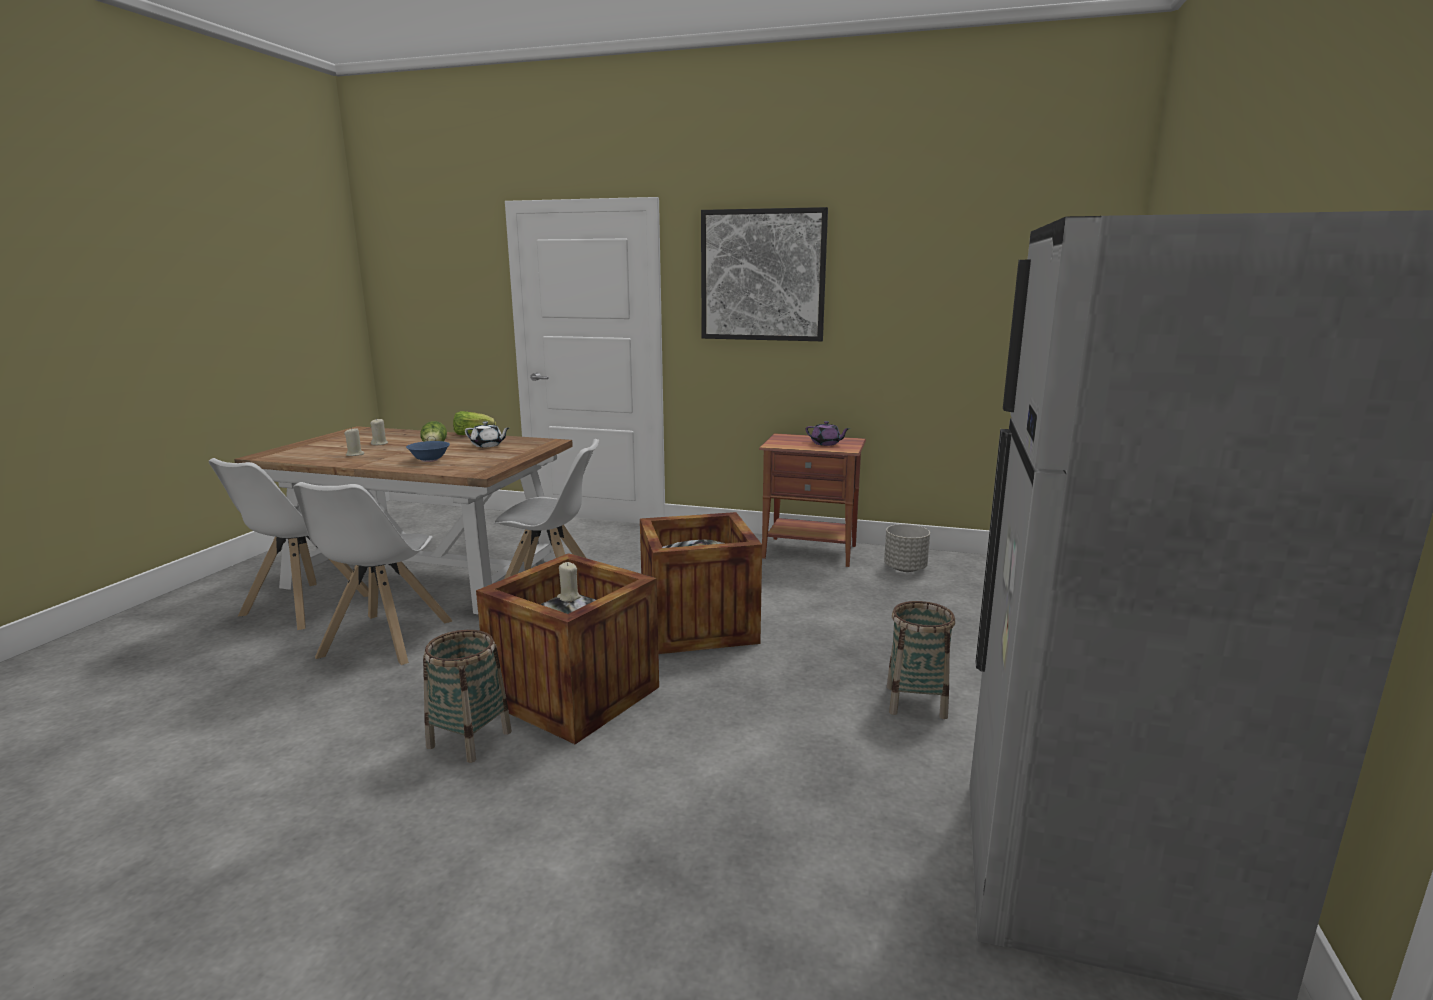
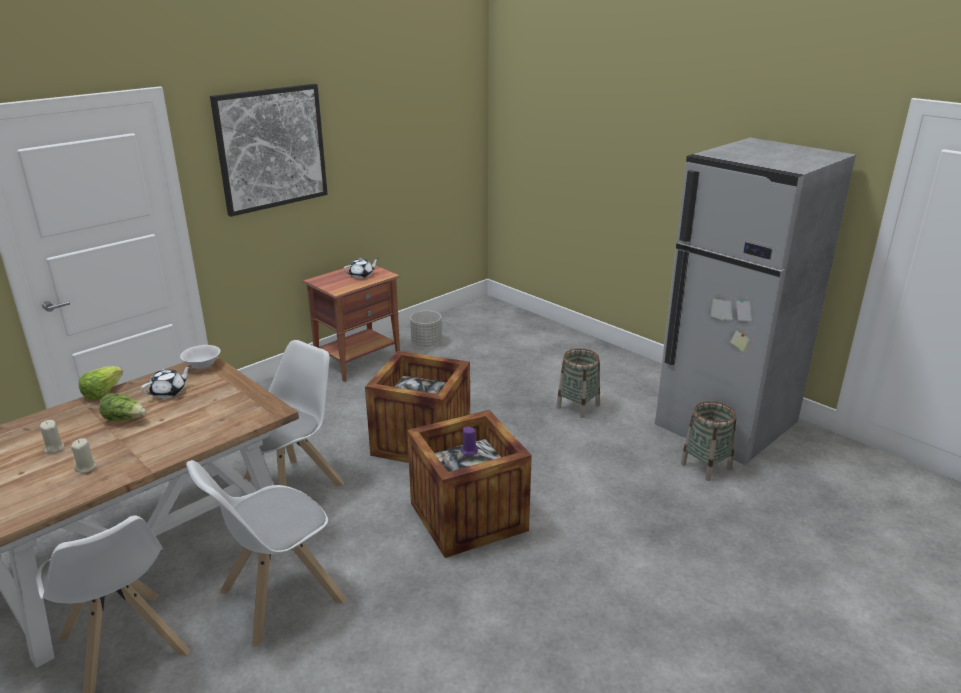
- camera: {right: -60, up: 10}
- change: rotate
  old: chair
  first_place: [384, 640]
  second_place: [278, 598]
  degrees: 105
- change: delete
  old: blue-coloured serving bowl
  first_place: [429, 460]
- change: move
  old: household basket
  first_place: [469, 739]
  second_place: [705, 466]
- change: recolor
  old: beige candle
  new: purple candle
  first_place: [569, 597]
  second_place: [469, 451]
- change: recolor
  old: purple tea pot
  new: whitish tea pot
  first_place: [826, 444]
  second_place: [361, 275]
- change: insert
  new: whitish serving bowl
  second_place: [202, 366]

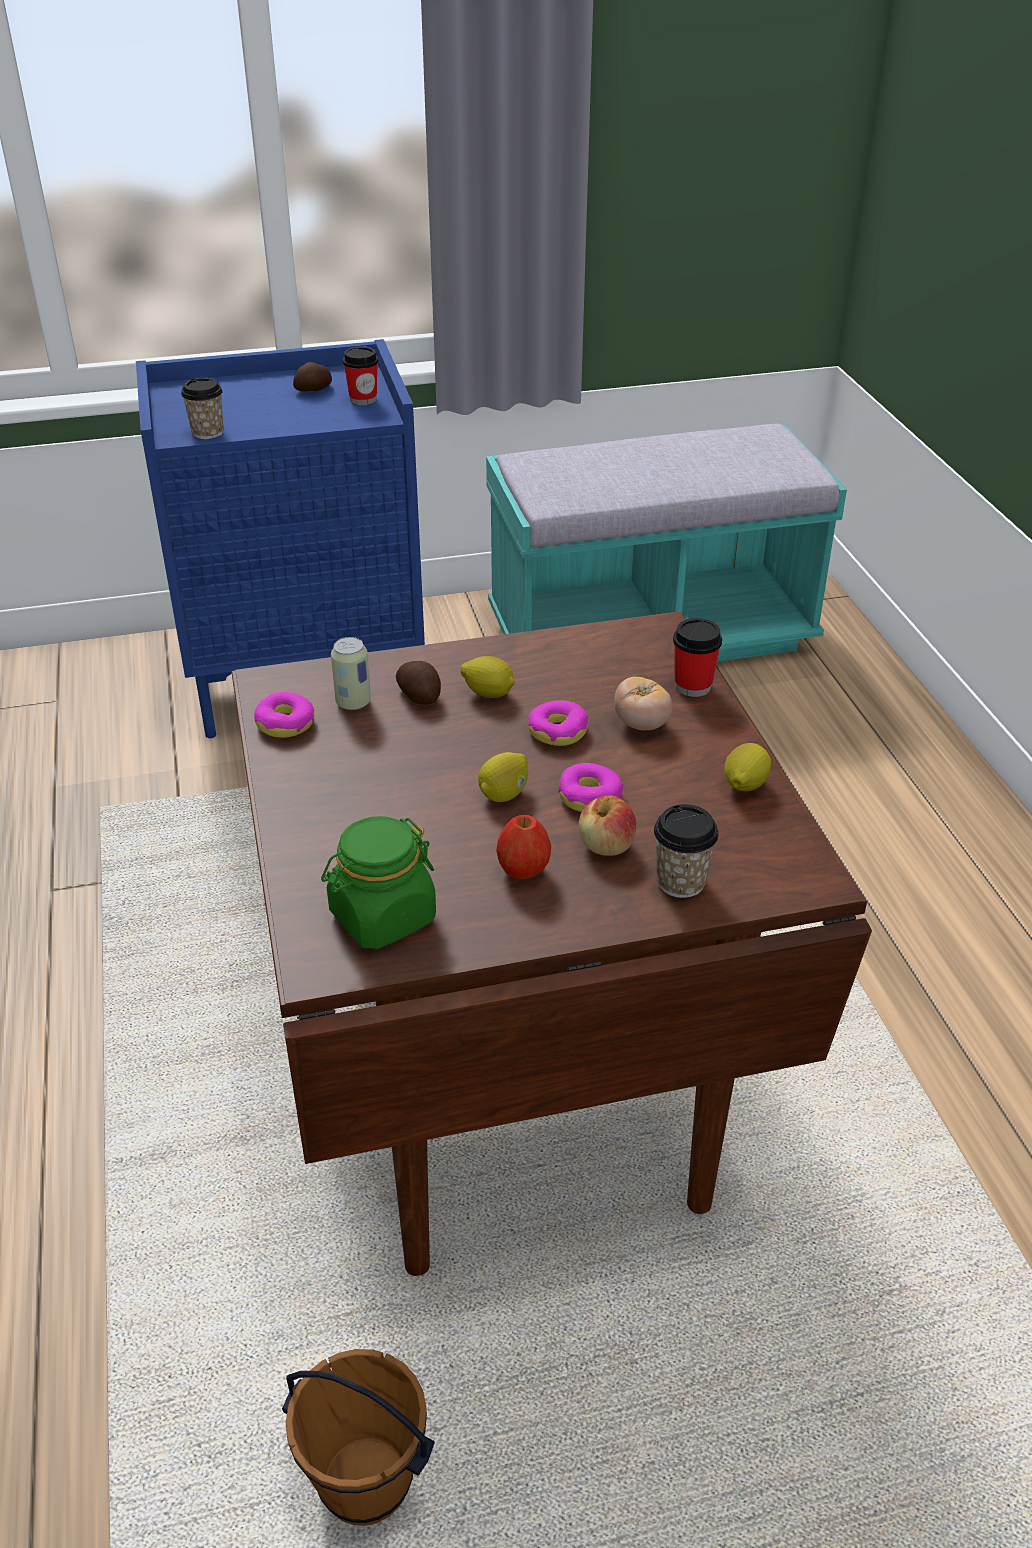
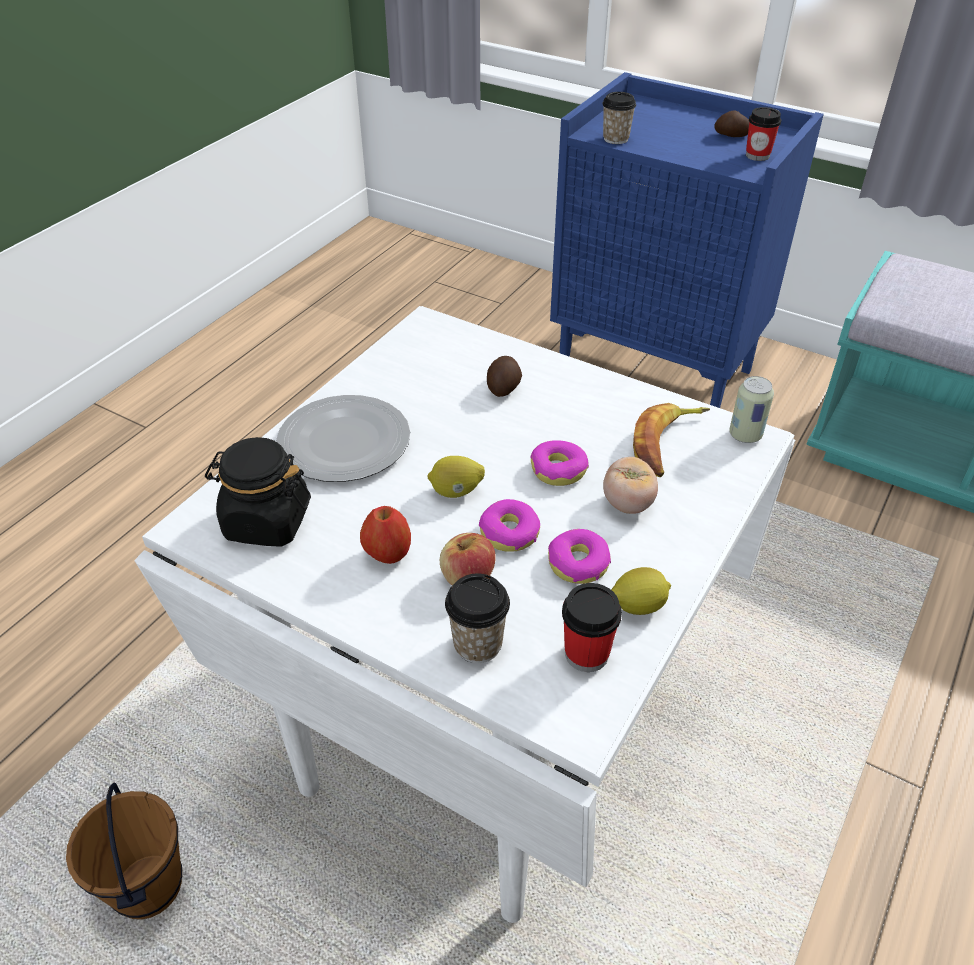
- camera: {right: 45, up: 5}
- change: recolor
  old: brownish dining table
  new: whitish dining table
  first_place: [512, 1090]
  second_place: [484, 727]
- change: move
  old: donut
  first_place: [285, 723]
  second_place: [578, 564]
- change: recolor
  old: green preserve jar
  new: black preserve jar
  first_place: [382, 917]
  second_place: [266, 522]
- change: move
  old: can
  first_place: [353, 702]
  second_place: [745, 435]
- change: delete
  old: citrus fruit
  first_place: [488, 693]
- change: move
  old: drinking cup
  first_place: [693, 686]
  second_place: [586, 654]
- change: insert
  new: dinner plate
  second_place: [345, 443]
- change: insert
  new: banana fruit
  second_place: [667, 444]

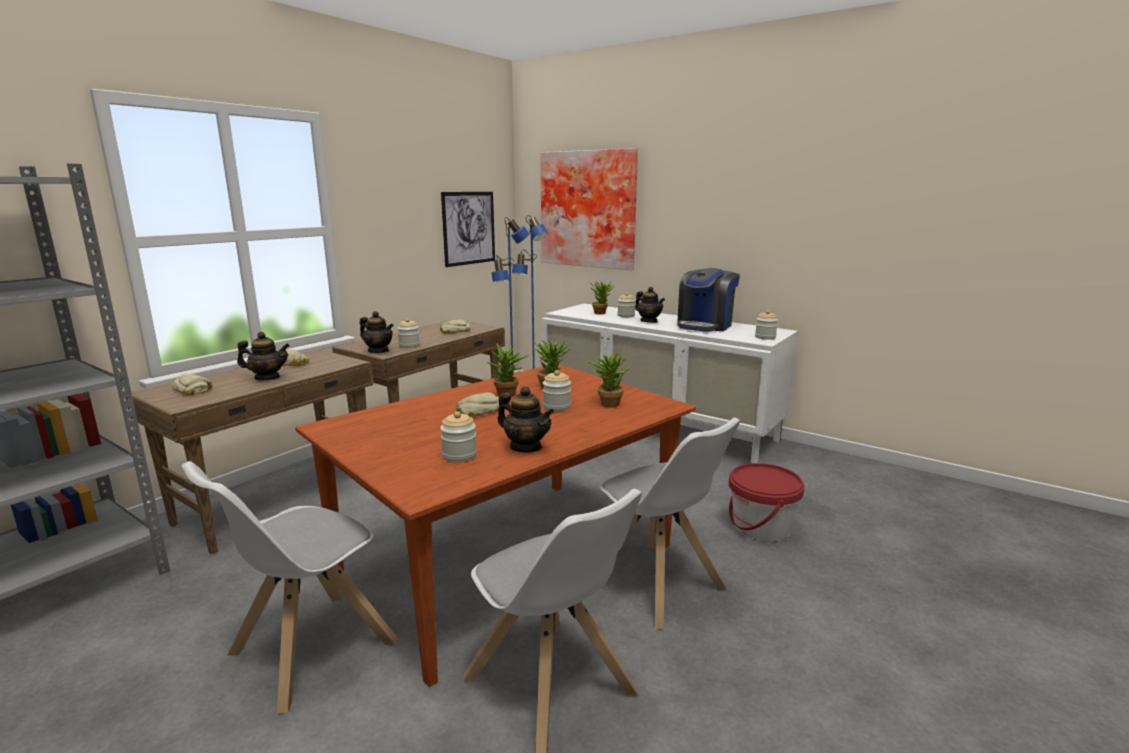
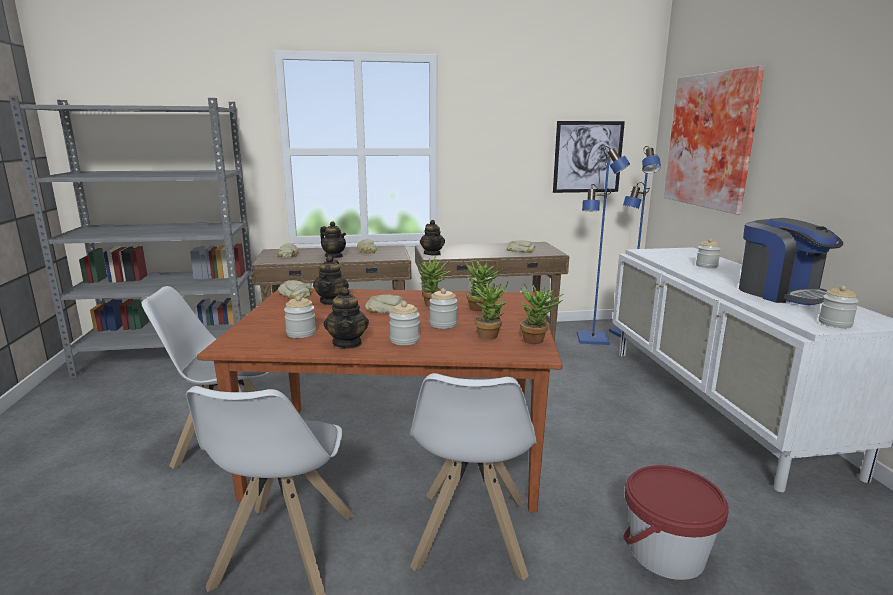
- camera: {right: 45, up: 0}
- change: move
  old: preserve jar
  first_place: [409, 345]
  second_place: [404, 340]
- change: move
  old: plant in a pot
  first_place: [601, 313]
  second_place: [537, 340]
- change: move
  old: tea pot
  first_place: [649, 321]
  second_place: [332, 301]
- change: rotate
  old: coffee maker
  first_place: [705, 325]
  second_place: [781, 293]
  degrees: -105
- change: insert
  new: baked bread
  second_place: [295, 294]

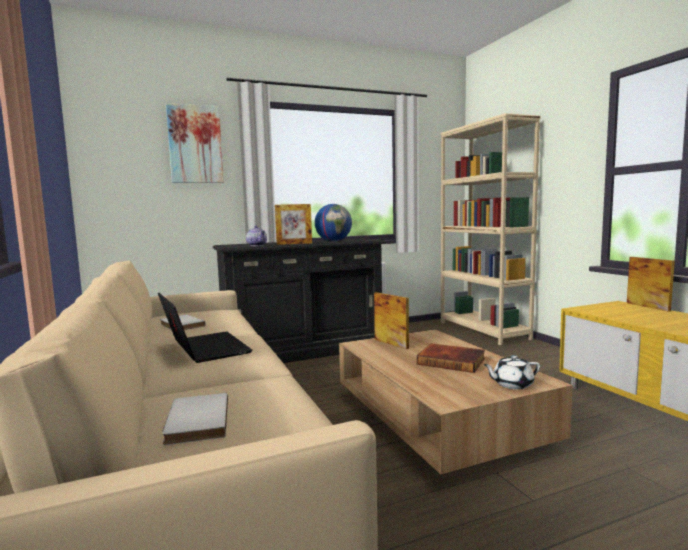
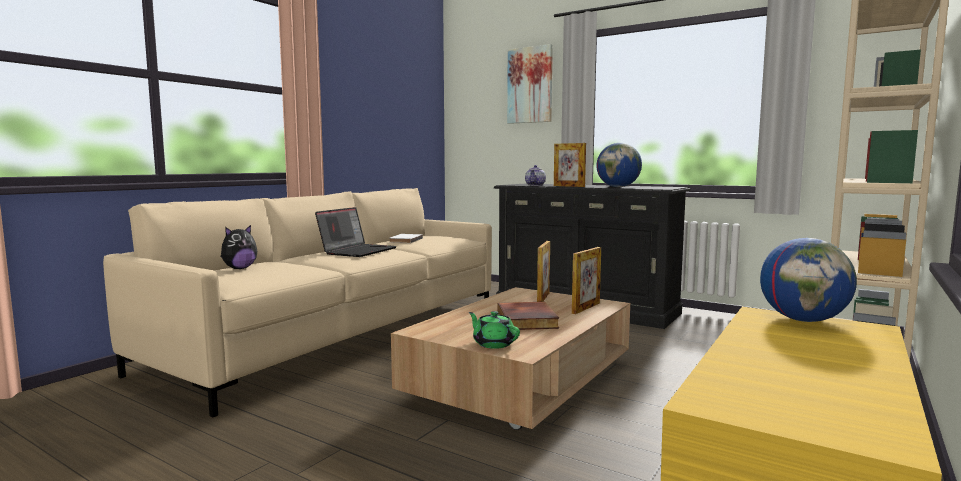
- camera: {right: 55, up: 0}
- change: replace
  old: whitish volume
  new: soft toy
  first_place: [195, 421]
  second_place: [239, 268]
- change: recolor
  old: whitish tea pot
  new: green tea pot
  first_place: [512, 384]
  second_place: [493, 344]
- change: move
  old: photo frame
  first_place: [647, 306]
  second_place: [586, 308]
- change: insert
  new: world globe
  second_place: [803, 320]

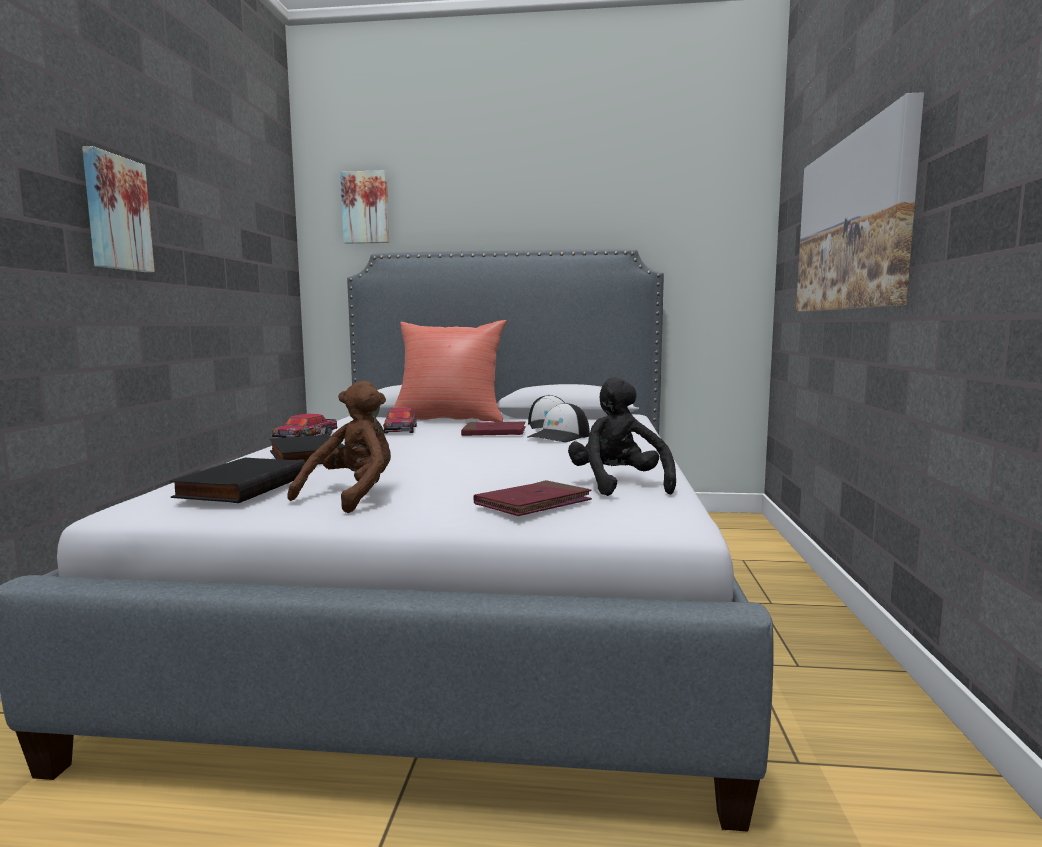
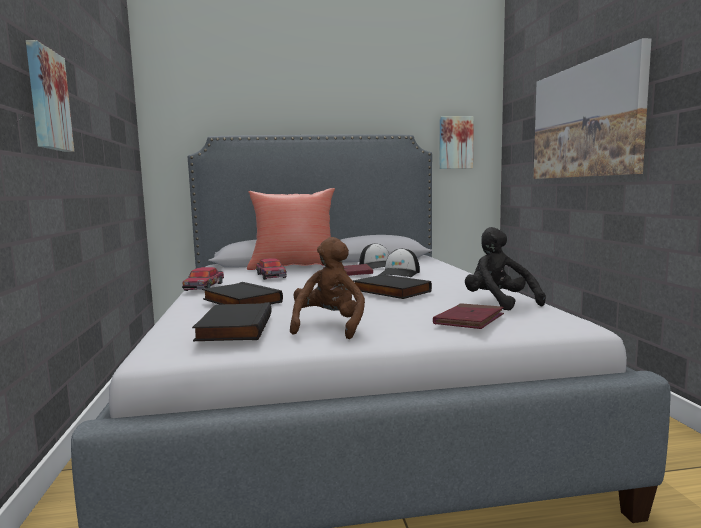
- camera: {right: -15, up: 0}
- change: move
  old: wall art
  first_place: [366, 208]
  second_place: [455, 143]
- change: insert
  new: black volume
  second_place: [389, 291]

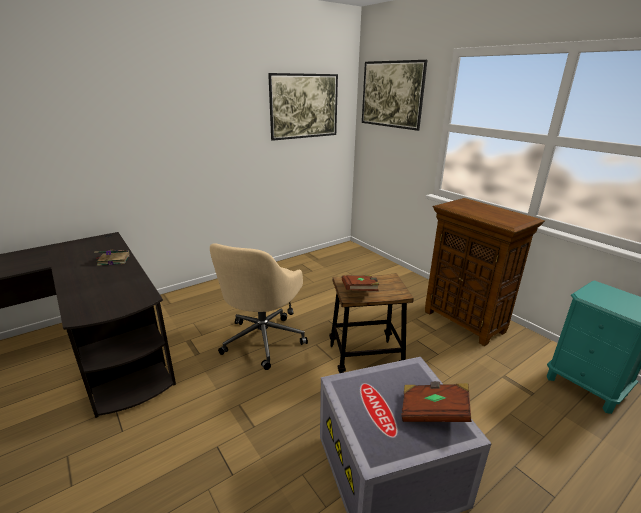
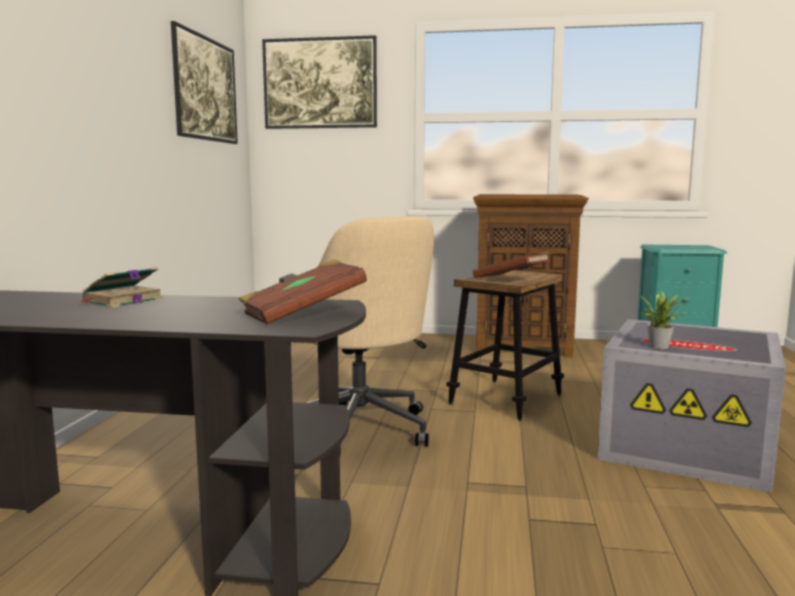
- camera: {right: -45, up: -15}
- change: move
  old: brownish volume
  first_place: [433, 412]
  second_place: [302, 314]
- change: insert
  new: plant in a pot
  second_place: [661, 346]

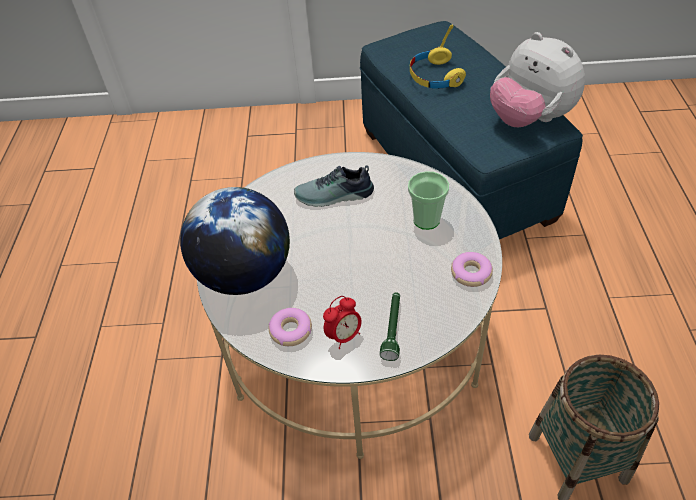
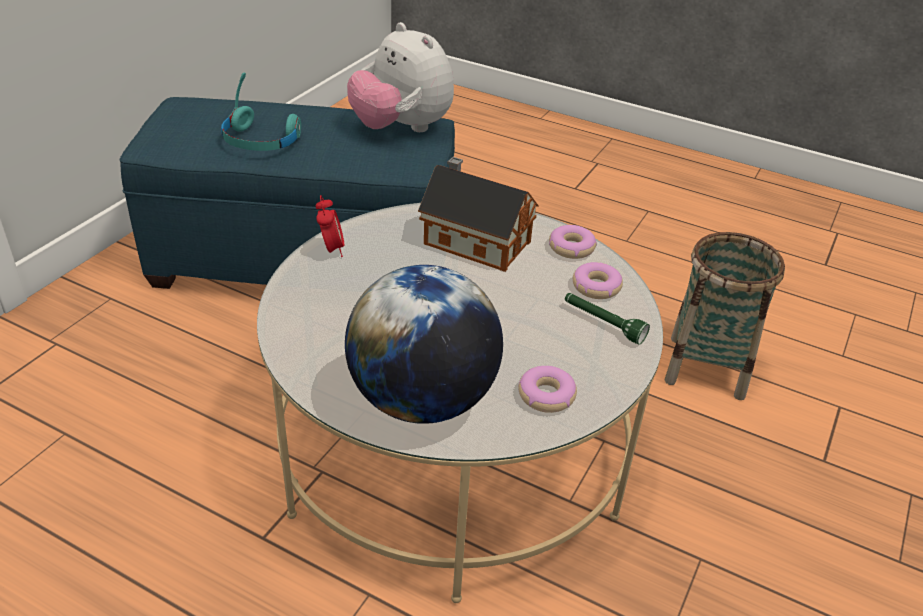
- camera: {right: -65, up: -10}
- change: delete
  old: item of footwear
  first_place: [334, 196]
- change: move
  old: table clock
  first_place: [344, 336]
  second_place: [331, 250]
- change: replace
  old: drinking cup
  new: toy house
  first_place: [426, 220]
  second_place: [473, 241]
- change: recolor
  old: yellow-coloured headset
  new: turquoise headset
  first_place: [435, 77]
  second_place: [261, 141]
- change: rotate
  old: soft toy
  first_place: [529, 119]
  second_place: [401, 128]
  degrees: 60
- change: insert
  new: donut
  second_place: [596, 287]

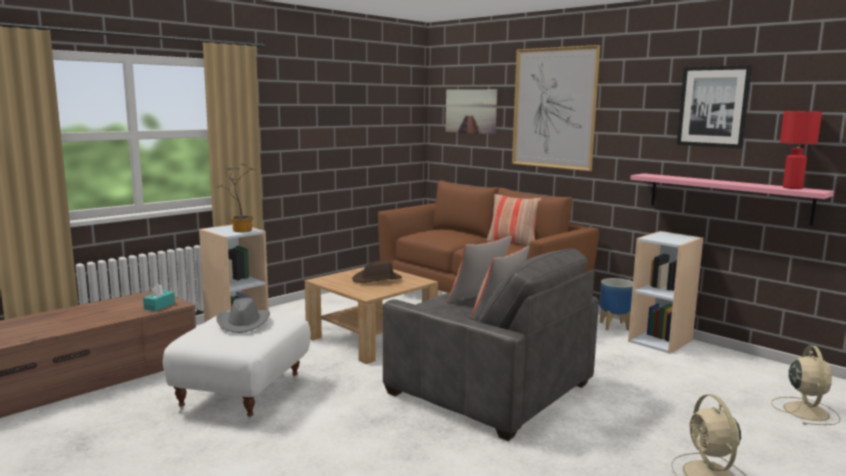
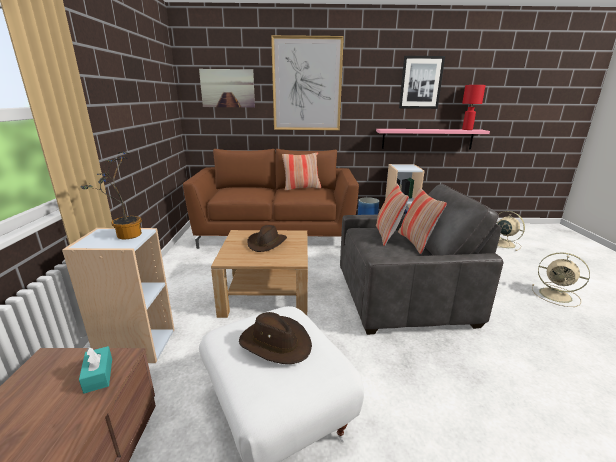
- camera: {right: -45, up: 10}
- change: recolor
  old: grey hat
  new: brownish hat
  first_place: [244, 323]
  second_place: [275, 342]

